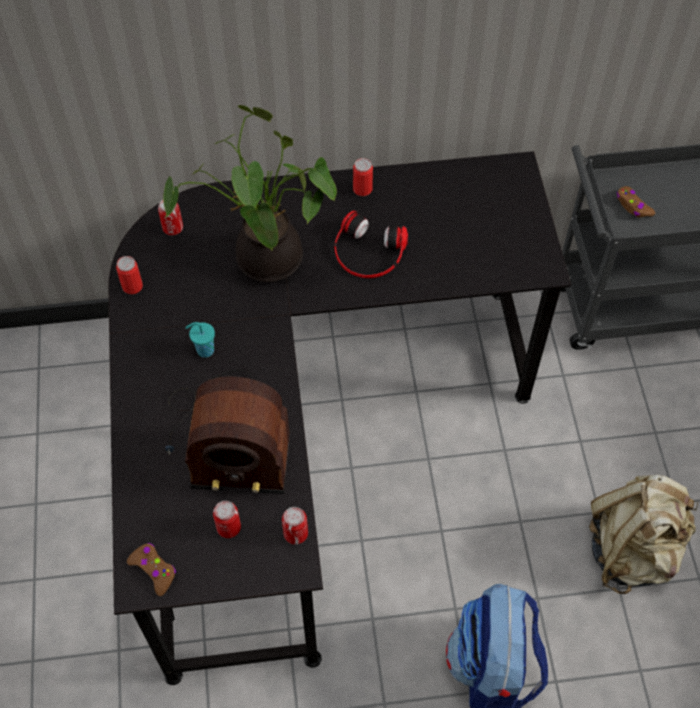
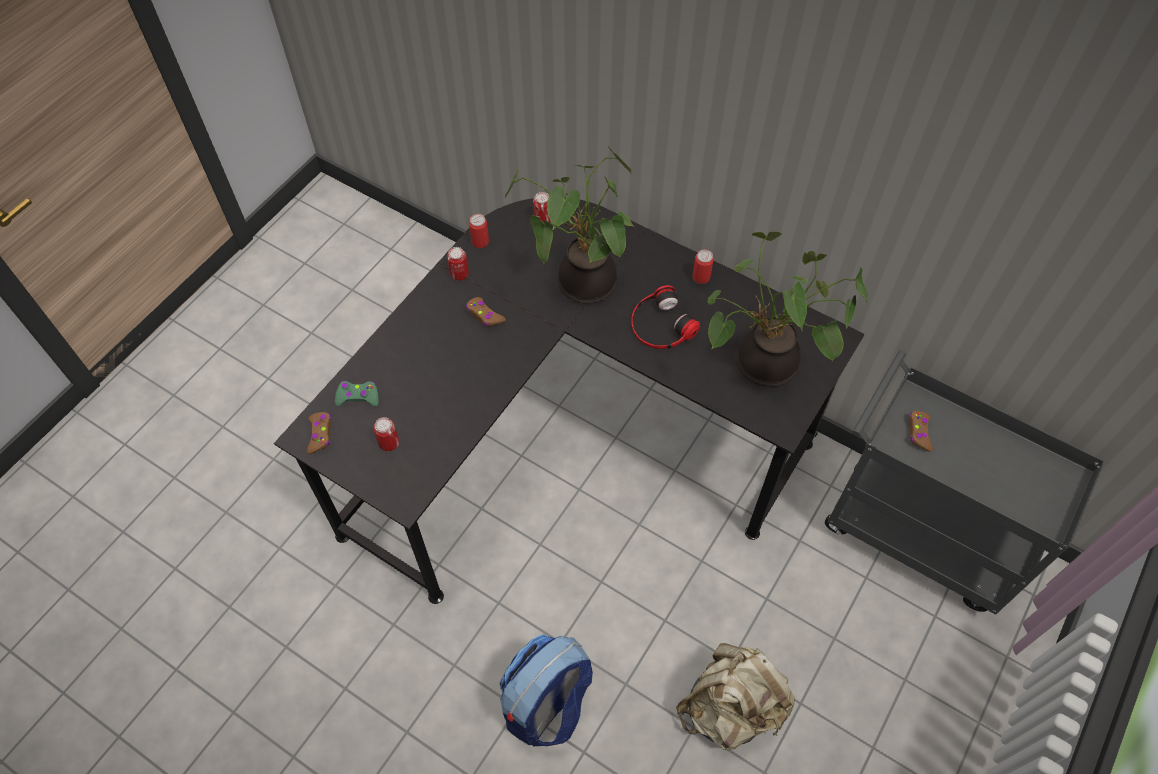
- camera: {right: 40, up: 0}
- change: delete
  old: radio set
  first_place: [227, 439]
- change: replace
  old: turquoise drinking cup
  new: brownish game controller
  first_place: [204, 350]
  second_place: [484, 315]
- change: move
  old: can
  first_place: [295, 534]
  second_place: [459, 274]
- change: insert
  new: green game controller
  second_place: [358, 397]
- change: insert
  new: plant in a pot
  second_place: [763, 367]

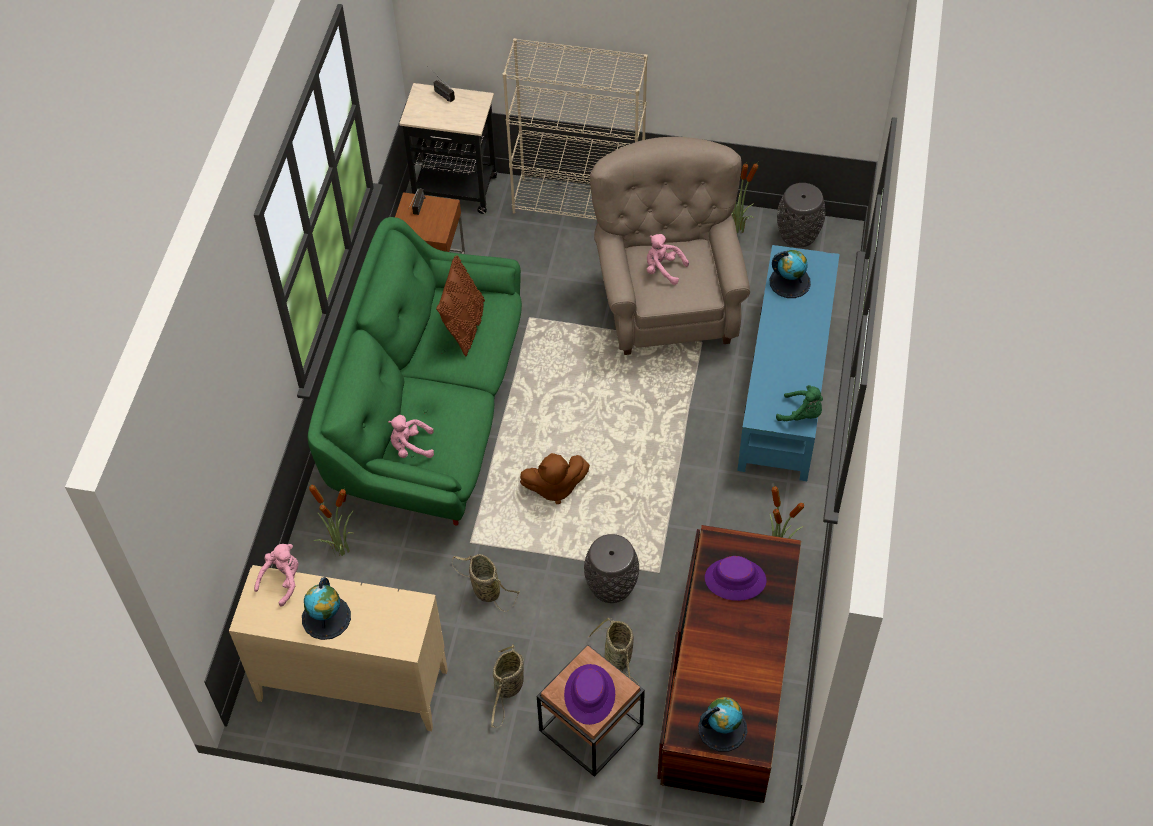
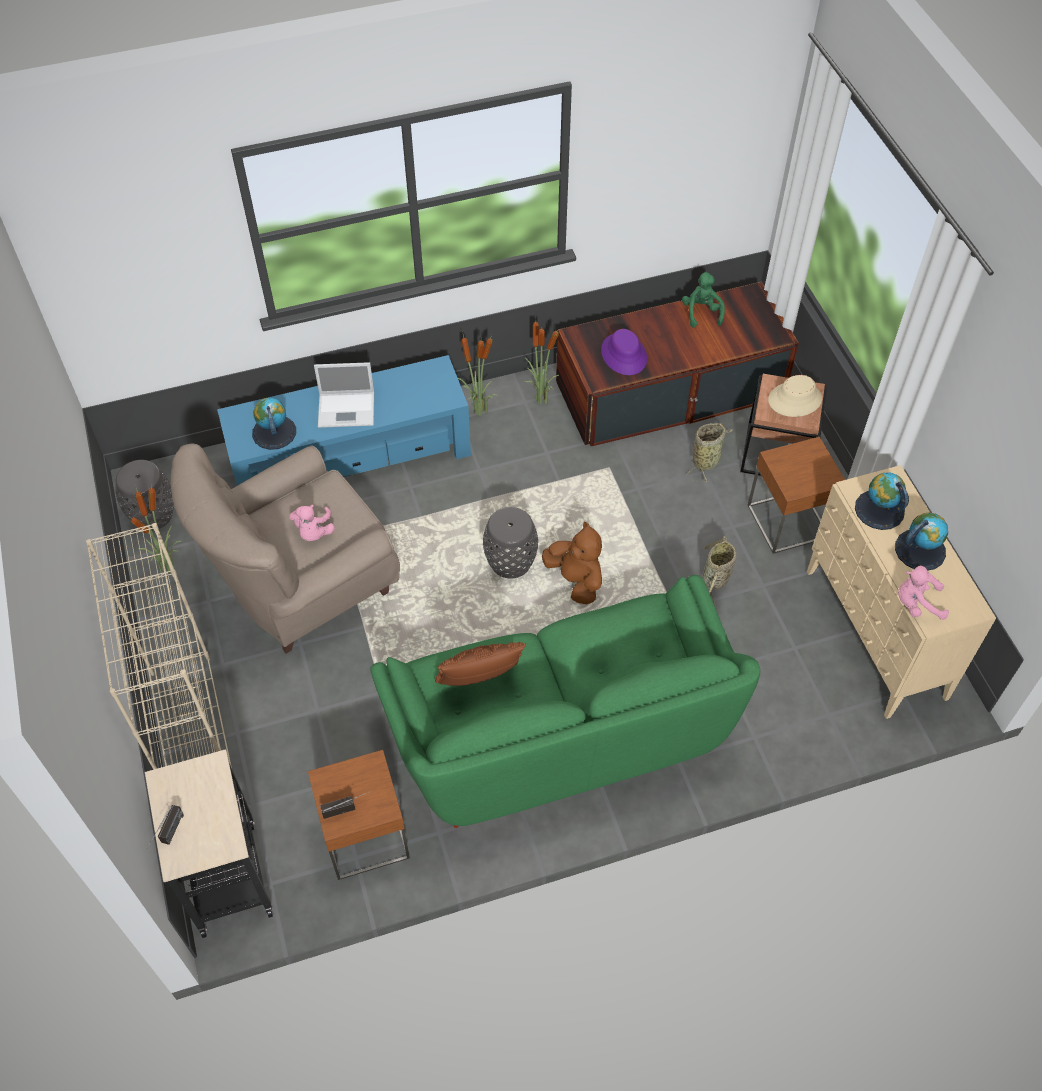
- camera: {right: -120, up: 0}
- change: move
  old: plant in a pot
  first_place: [340, 550]
  second_place: [479, 412]
- change: delete
  old: pink-coloured soft toy
  first_place: [410, 446]
- change: replace
  old: household basket
  new: brownish end table
  first_place: [508, 688]
  second_place: [788, 521]
- change: recolor
  old: purple hat
  new: beige hat
  first_place: [590, 694]
  second_place: [794, 399]
- change: move
  old: grey sitting stool
  first_place: [611, 585]
  second_place: [511, 562]
- change: move
  old: world globe
  first_place: [722, 728]
  second_place: [879, 510]
- change: move
  old: green soft toy
  first_place: [802, 414]
  second_place: [701, 313]
- change: insert
  new: portable computer
  second_place: [347, 409]

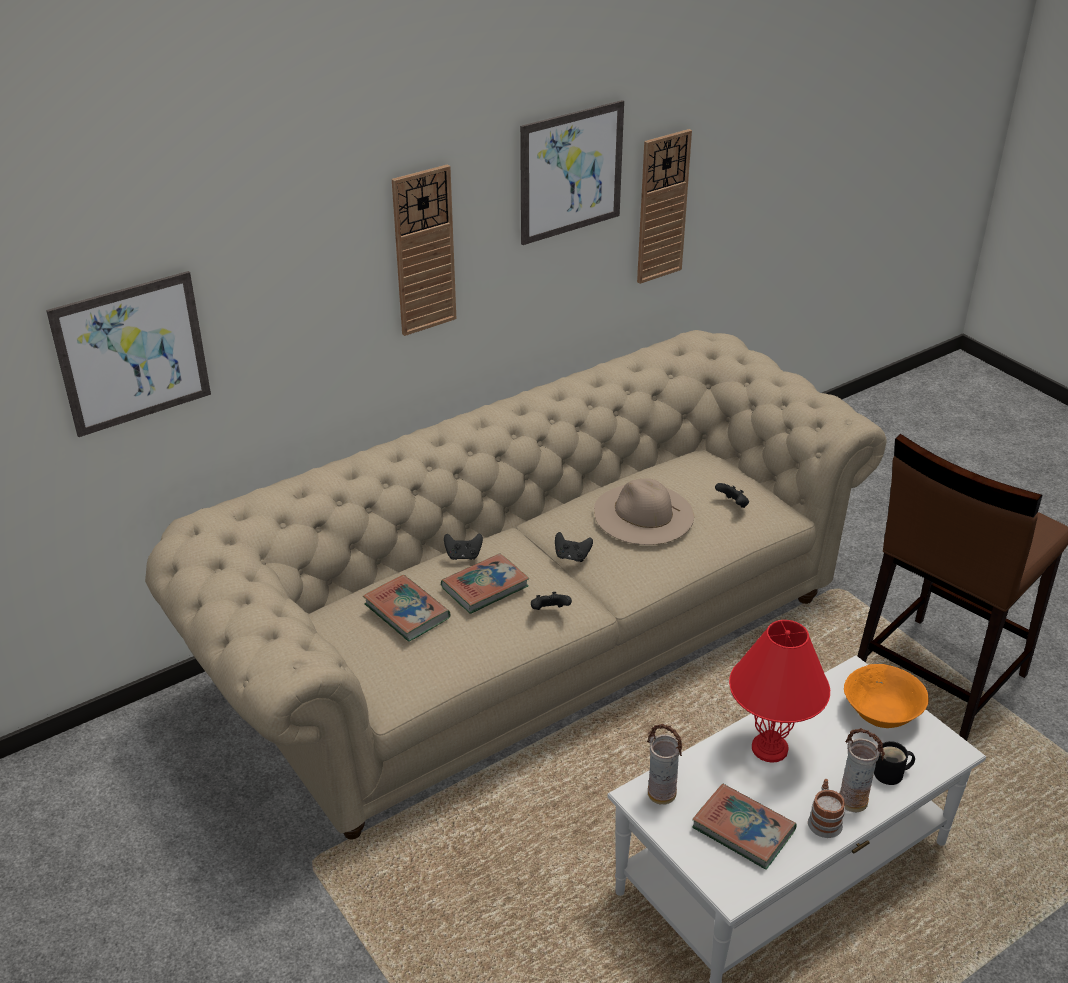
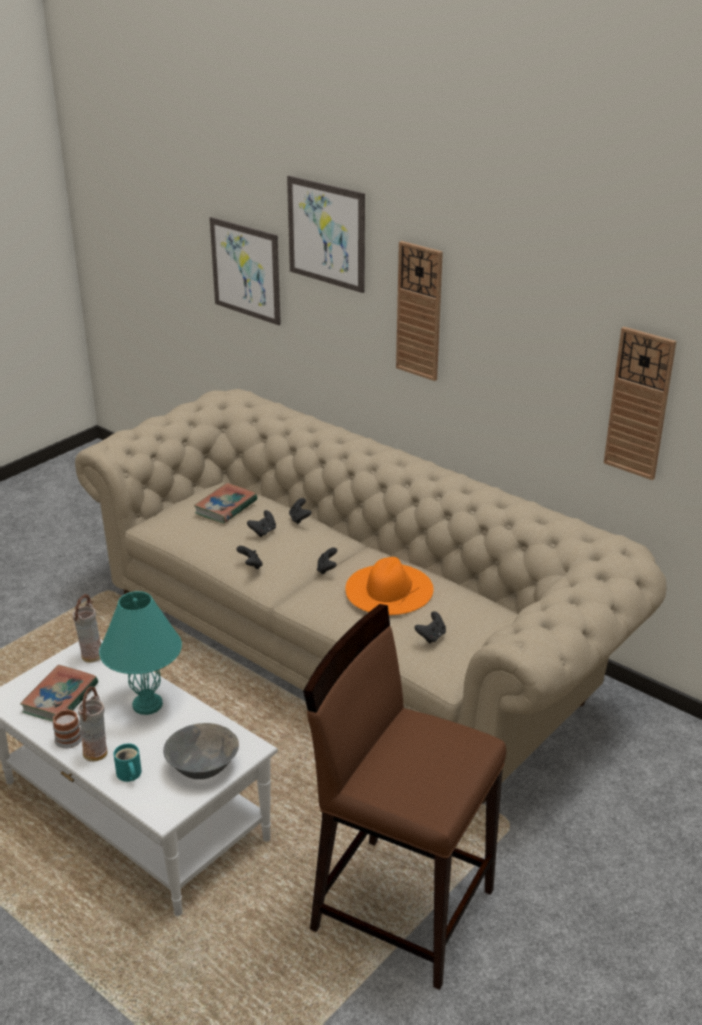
- camera: {right: 75, up: -5}
- change: replace
  old: volume
  new: black game controller
  first_place: [485, 587]
  second_place: [263, 532]
- change: move
  old: wall art
  first_place: [571, 172]
  second_place: [326, 233]
- change: recolor
  old: beige hat
  new: orange-coloured hat
  first_place: [643, 514]
  second_place: [389, 589]
- change: recolor
  old: reddish tabletop lamp
  new: turquoise tabletop lamp
  first_place: [770, 748]
  second_place: [148, 705]
- change: recolor
  old: orange-coloured serving bowl
  new: grey serving bowl
  first_place: [883, 713]
  second_place: [203, 767]
- change: recolor
  old: black tea mug
  new: turquoise tea mug
  first_place: [891, 774]
  second_place: [128, 775]

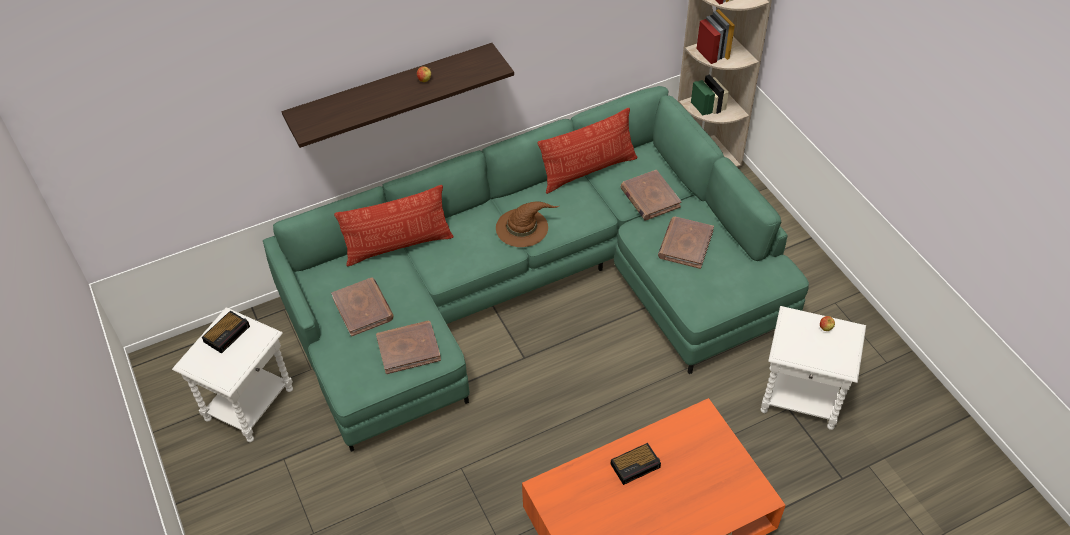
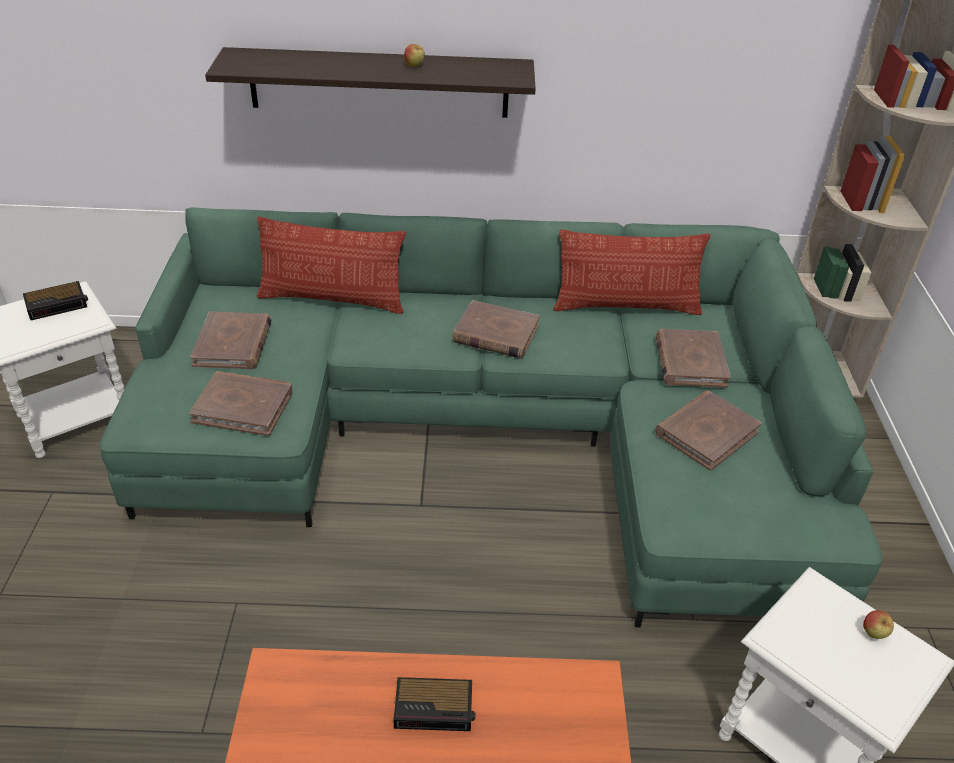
- camera: {right: 25, up: -10}
- change: replace
  old: brownish hat
  new: brownish volume
  first_place: [522, 227]
  second_place: [496, 333]

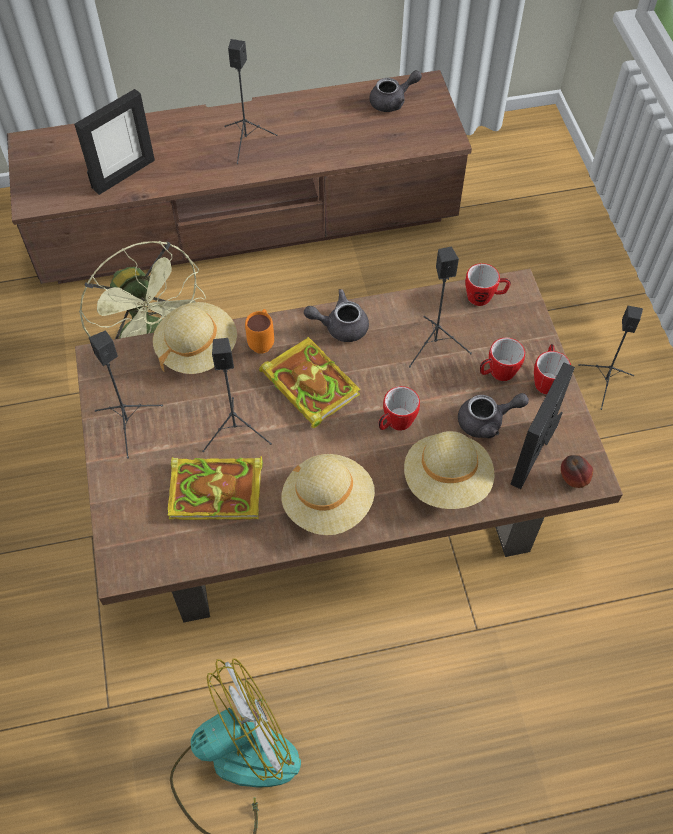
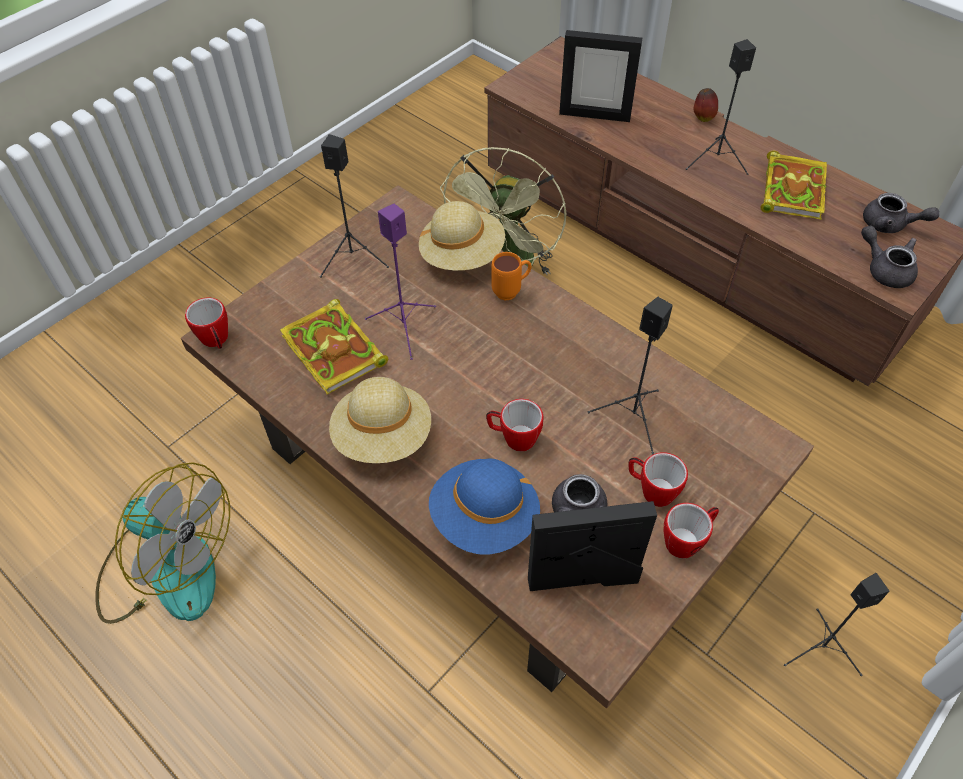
- camera: {right: 55, up: -5}
- change: recolor
  old: black audio speaker
  new: purple audio speaker
  first_place: [236, 430]
  second_place: [404, 328]
- change: move
  old: volume
  first_place: [308, 383]
  second_place: [791, 188]
- change: move
  old: grey tea pot
  first_place: [340, 326]
  second_place: [885, 269]
- change: recolor
  old: beige hat
  new: blue-coloured hat
  first_place: [447, 481]
  second_place: [484, 518]
- change: move
  old: tea mug
  first_place: [484, 297]
  second_place: [216, 341]
- change: move
  old: apple
  first_place: [572, 480]
  second_place: [703, 118]

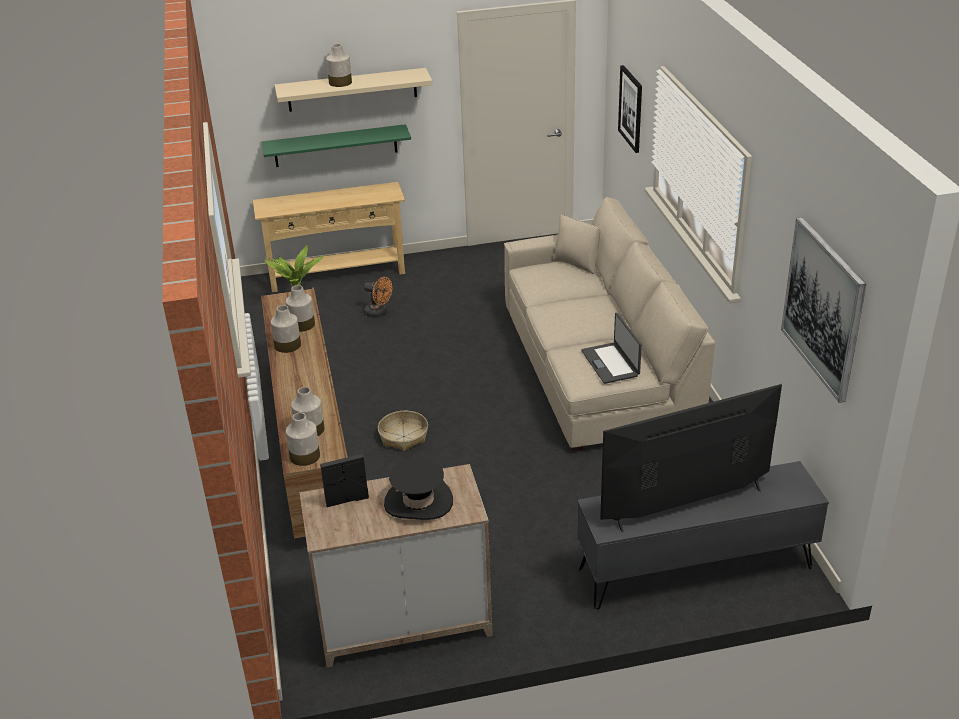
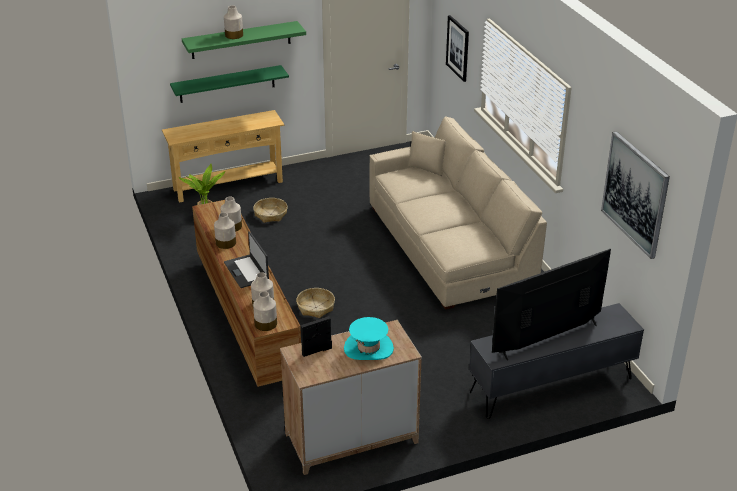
- camera: {right: -10, up: 0}
- change: recolor
  old: beige bracket shelf
  new: green bracket shelf
  first_place: [352, 89]
  second_place: [241, 40]
- change: replace
  old: orange-coloured cooling fan
  new: household basket
  first_place: [379, 313]
  second_place: [270, 214]
- change: recolor
  old: black hat
  new: turquoise hat
  first_place: [418, 502]
  second_place: [368, 348]
- change: move
  old: portable computer
  first_place: [611, 363]
  second_place: [247, 271]

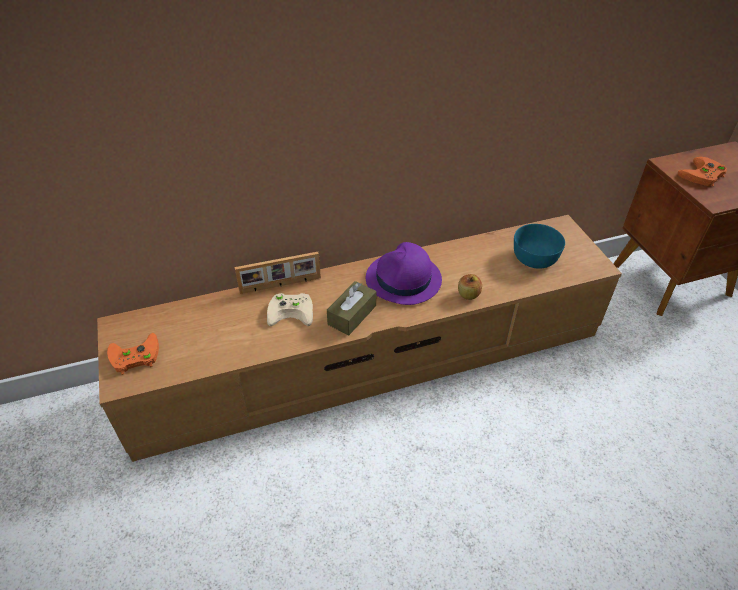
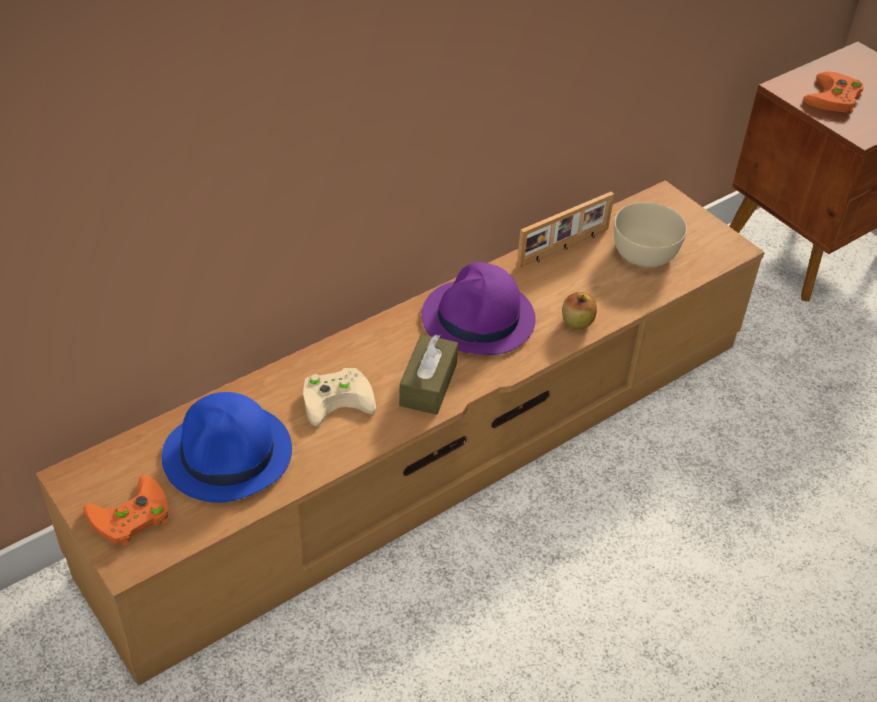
- camera: {right: -20, up: 0}
- change: move
  old: photo frame
  first_place: [280, 285]
  second_place: [564, 248]
- change: recolor
  old: turquoise serving bowl
  new: beige serving bowl
  first_place: [534, 257]
  second_place: [643, 251]
- change: insert
  new: blue-coloured hat
  second_place: [228, 454]

